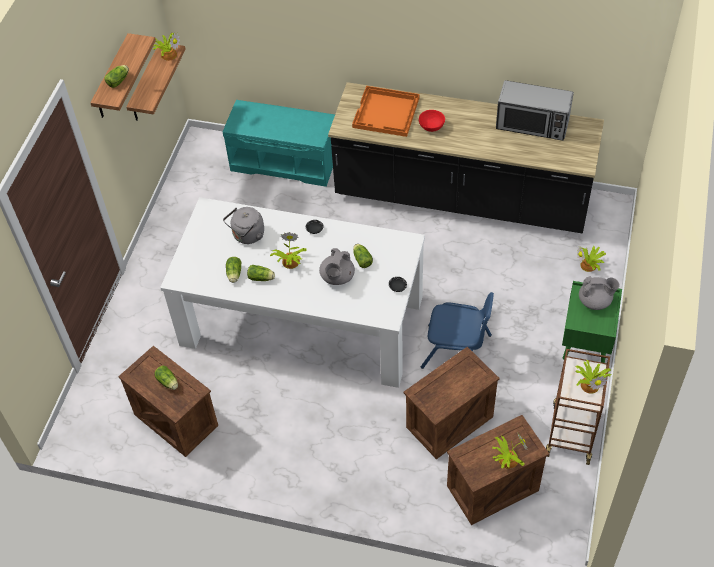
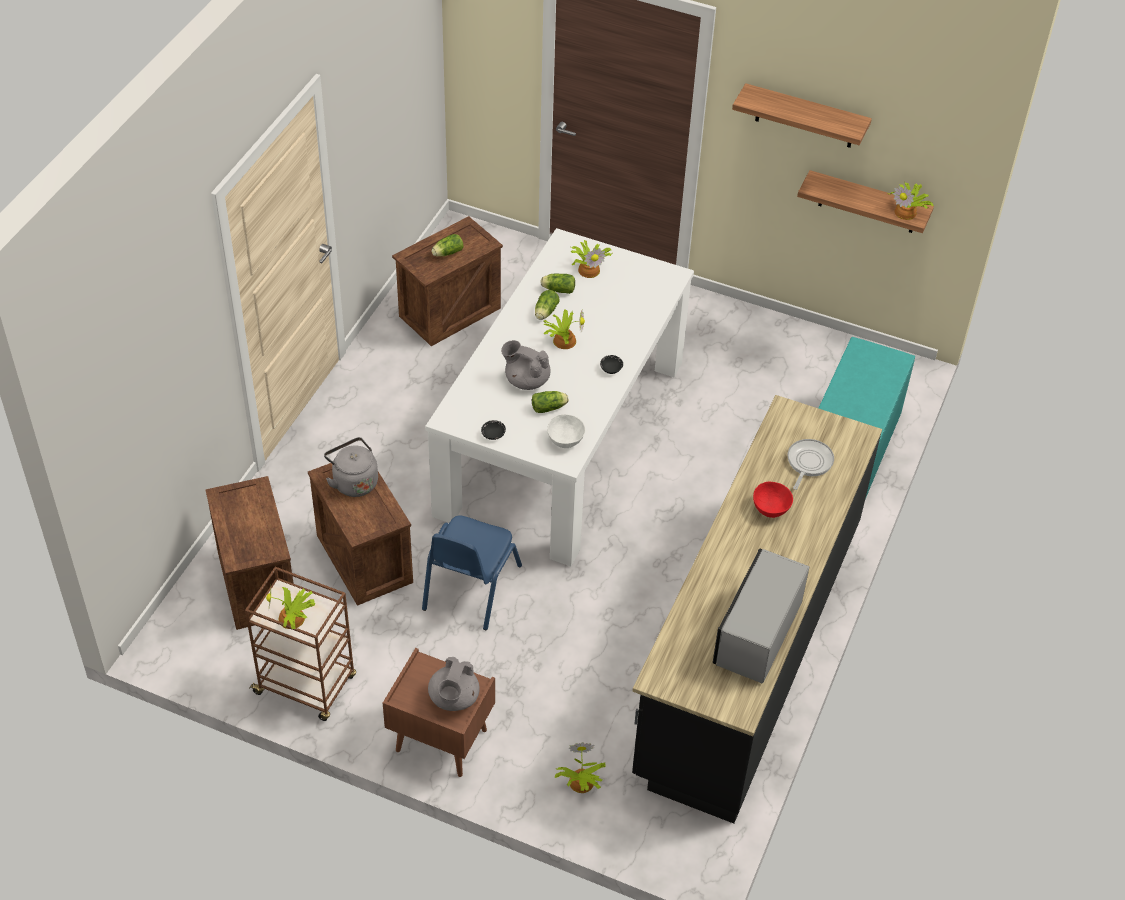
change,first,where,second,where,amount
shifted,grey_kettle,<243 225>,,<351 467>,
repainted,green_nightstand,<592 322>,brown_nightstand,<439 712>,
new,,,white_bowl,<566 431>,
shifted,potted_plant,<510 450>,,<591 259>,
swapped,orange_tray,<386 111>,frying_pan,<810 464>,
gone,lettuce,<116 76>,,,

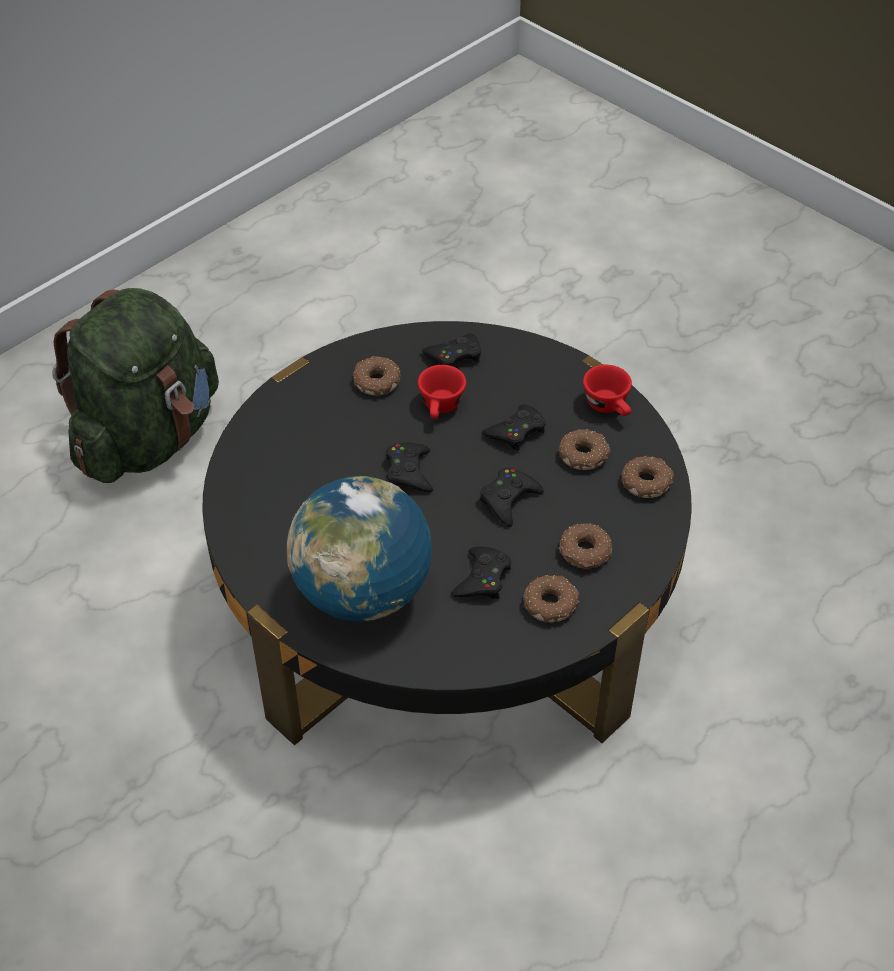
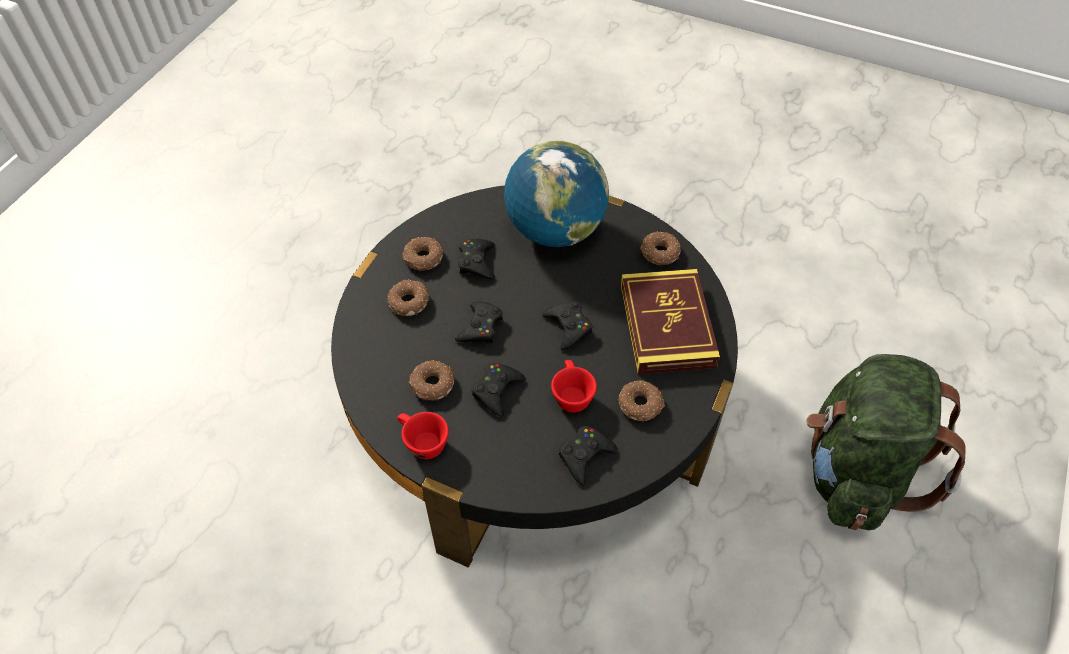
change,first,where,second,where,amount
new,,,book,<670 321>,
shifted,donut,<648 477>,,<660 248>,

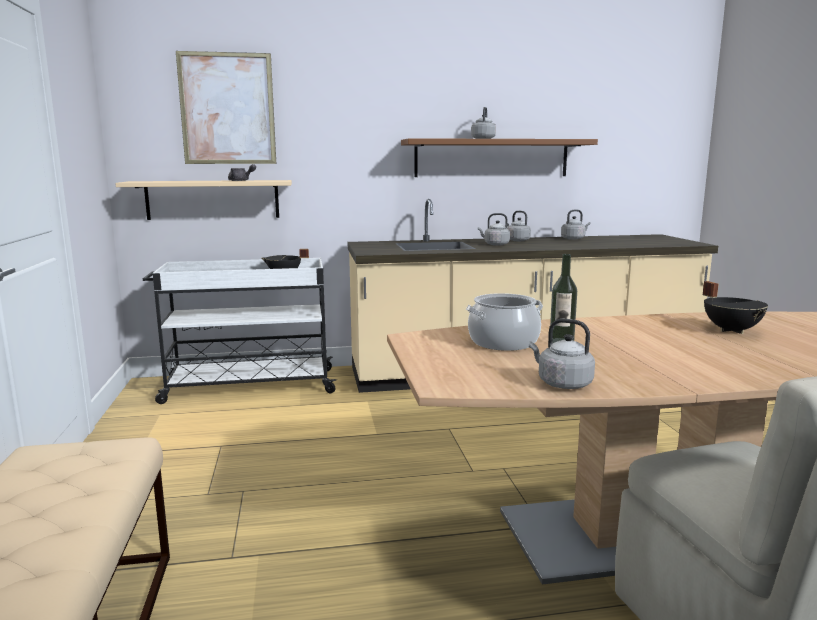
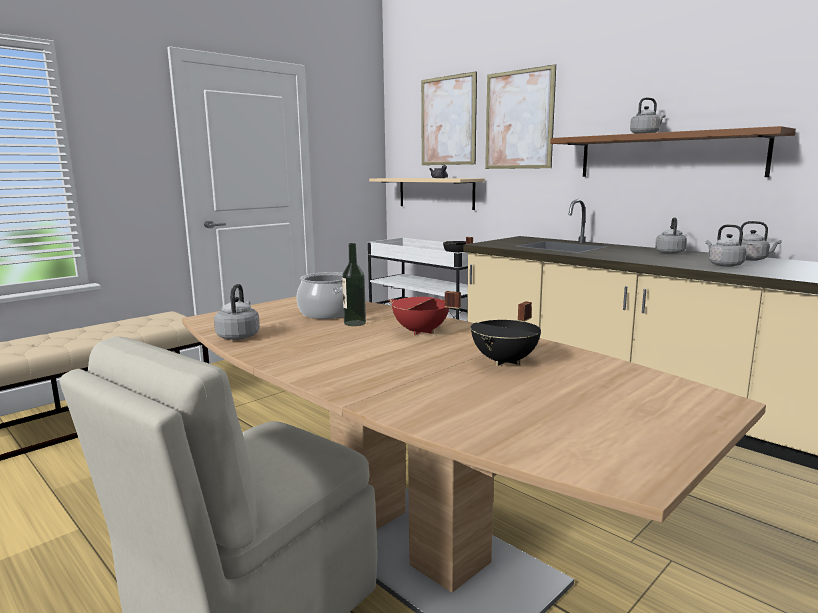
change,first,where,second,where,amount
new,,,red_cooking_pot,<425 313>,
new,,,picture,<520 116>,
shifted,grey_kettle,<494 229>,,<726 246>,

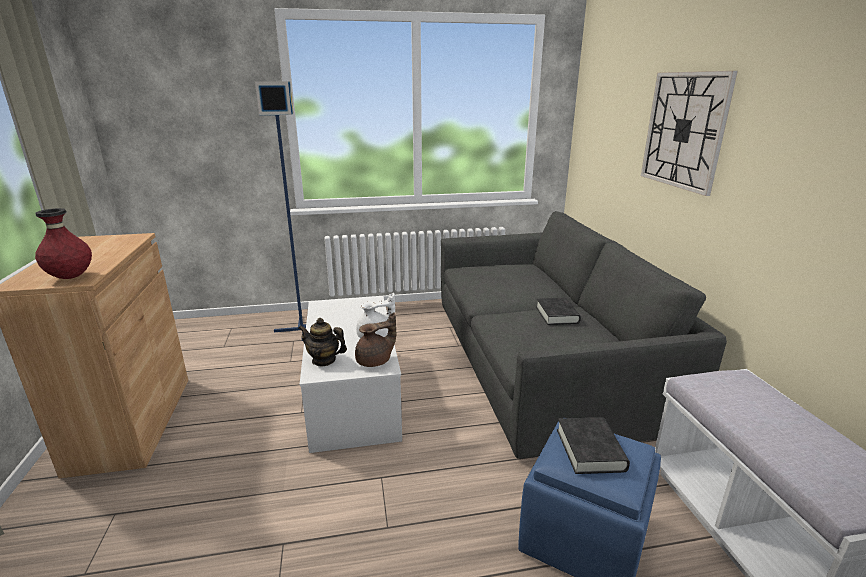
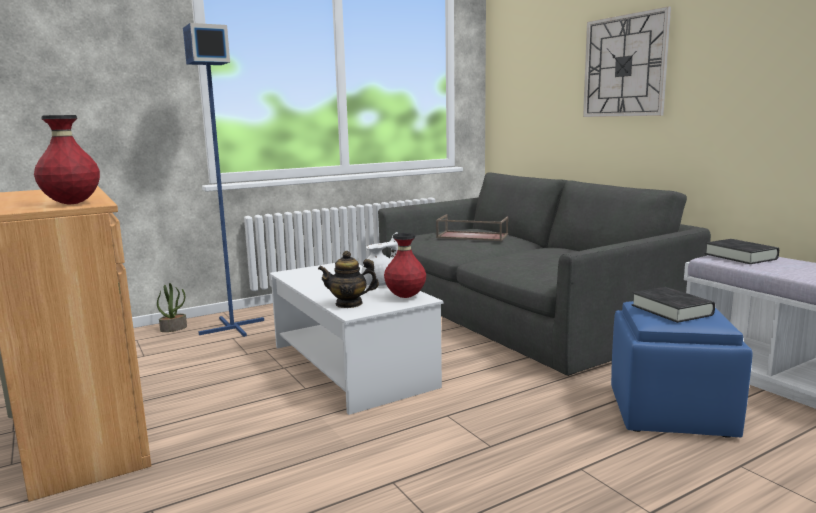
change,first,where,second,where,amount
new,,,potted_plant,<172 307>,
swapped,brown_teapot,<375 339>,red_vase,<405 265>,
new,,,brown_tray,<472 228>,
shifted,black_book,<558 311>,,<742 251>,

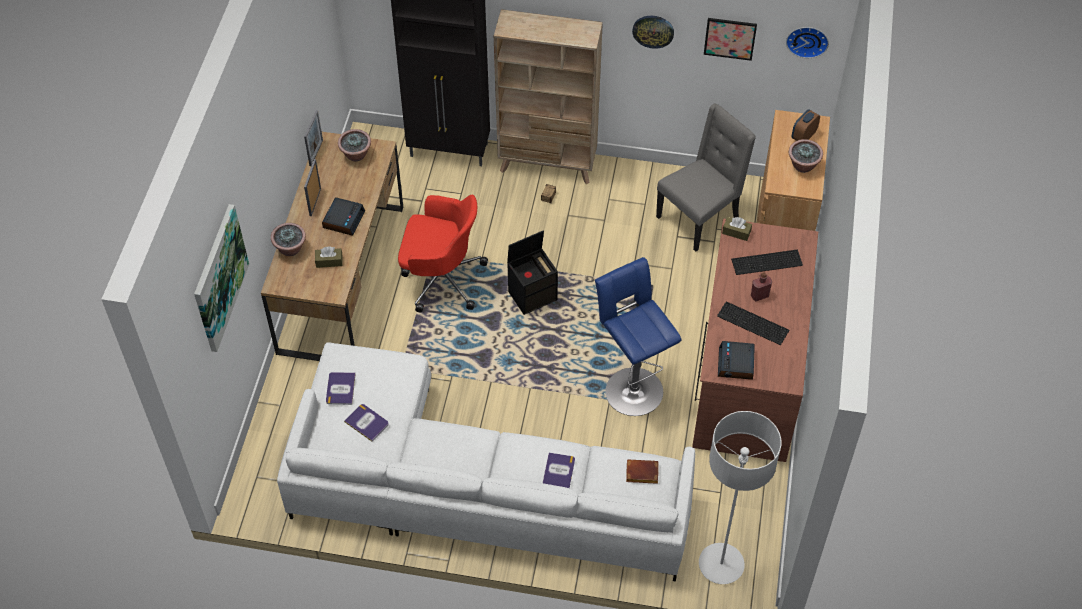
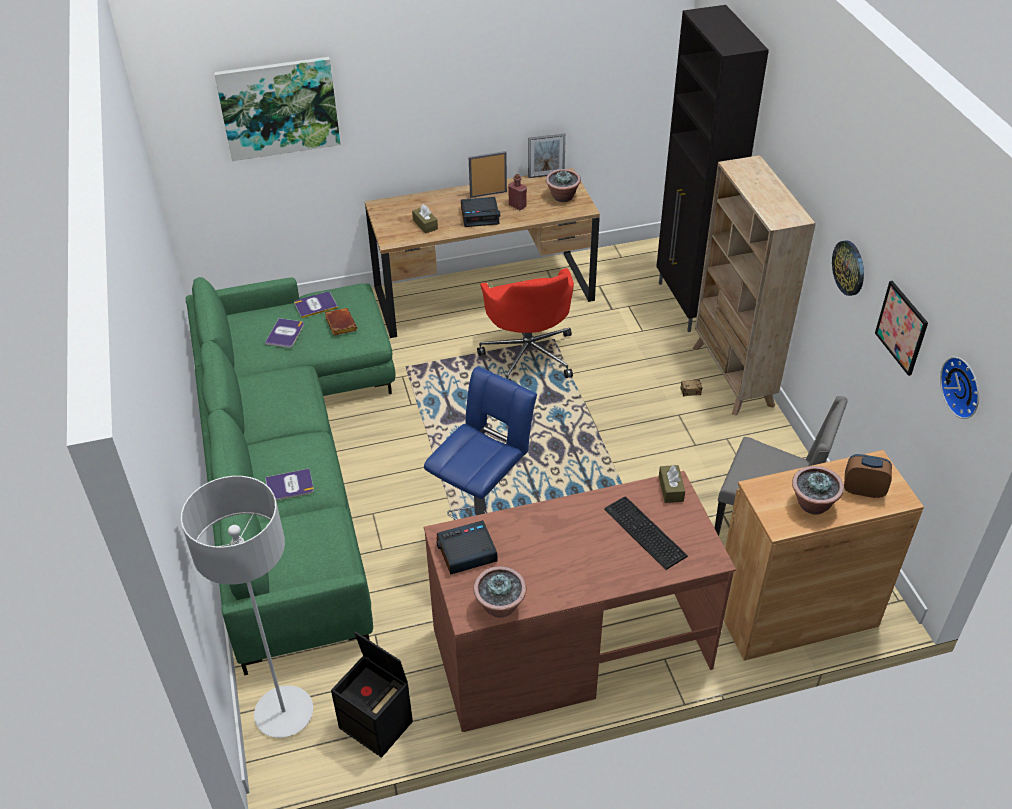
change,first,where,second,where,amount
repainted,white_sofa,<486 462>,green_sofa,<290 476>,
shifted,brown_book,<642 471>,,<341 321>,
shifted,black_storage_box,<532 272>,,<372 694>,
shifted,potted_plant,<288 239>,,<500 592>,
shifted,red_bottle,<761 286>,,<517 192>,
gone,keyboard,<753 323>,,,

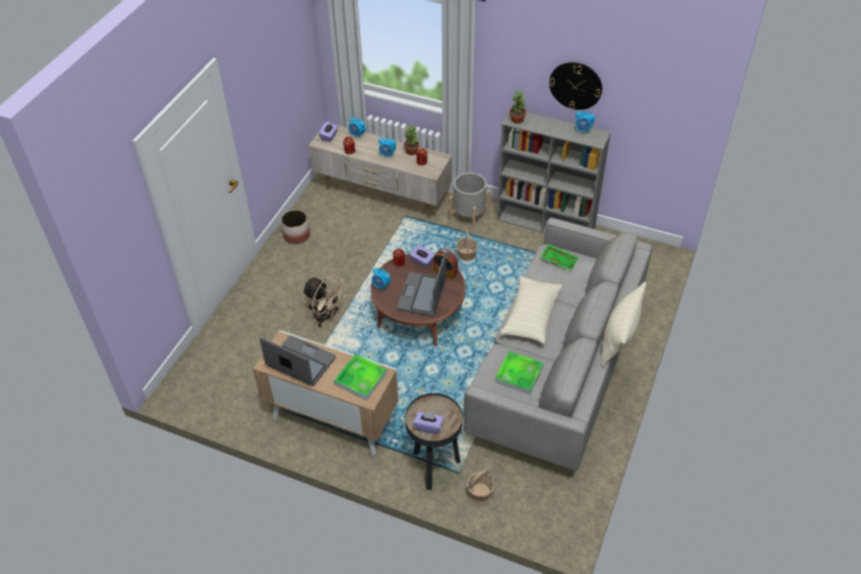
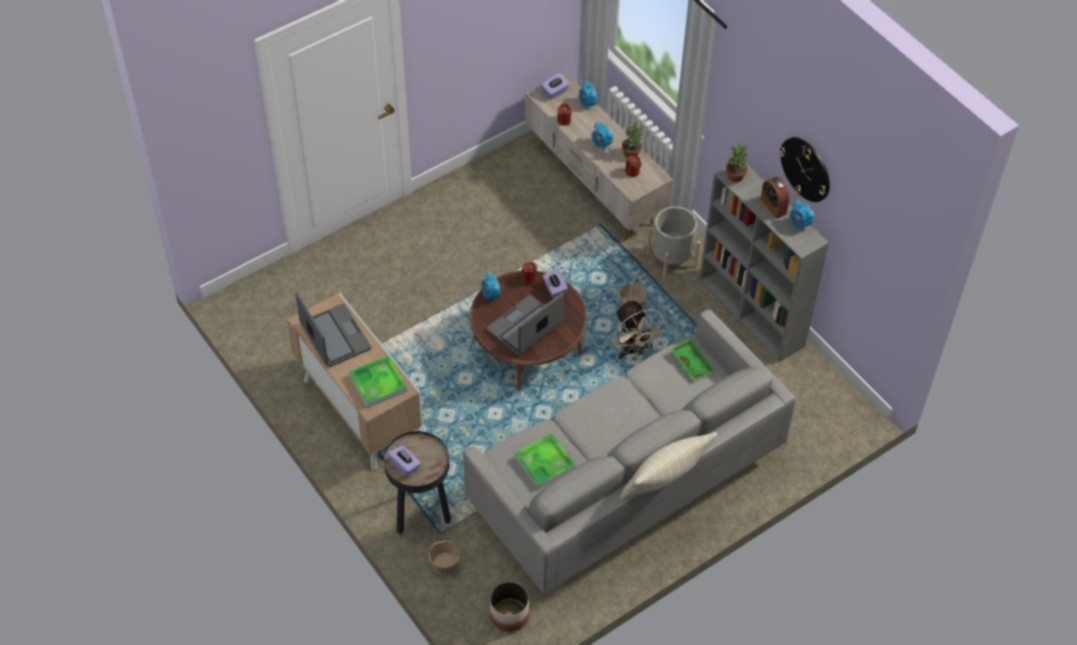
change,first,where,second,where,amount
shifted,planter,<295 227>,,<509 606>,
shifted,beige_fan,<324 301>,,<641 329>,
shifted,alarm_clock,<445 264>,,<775 197>,
gone,beige_pillow,<531 310>,,,

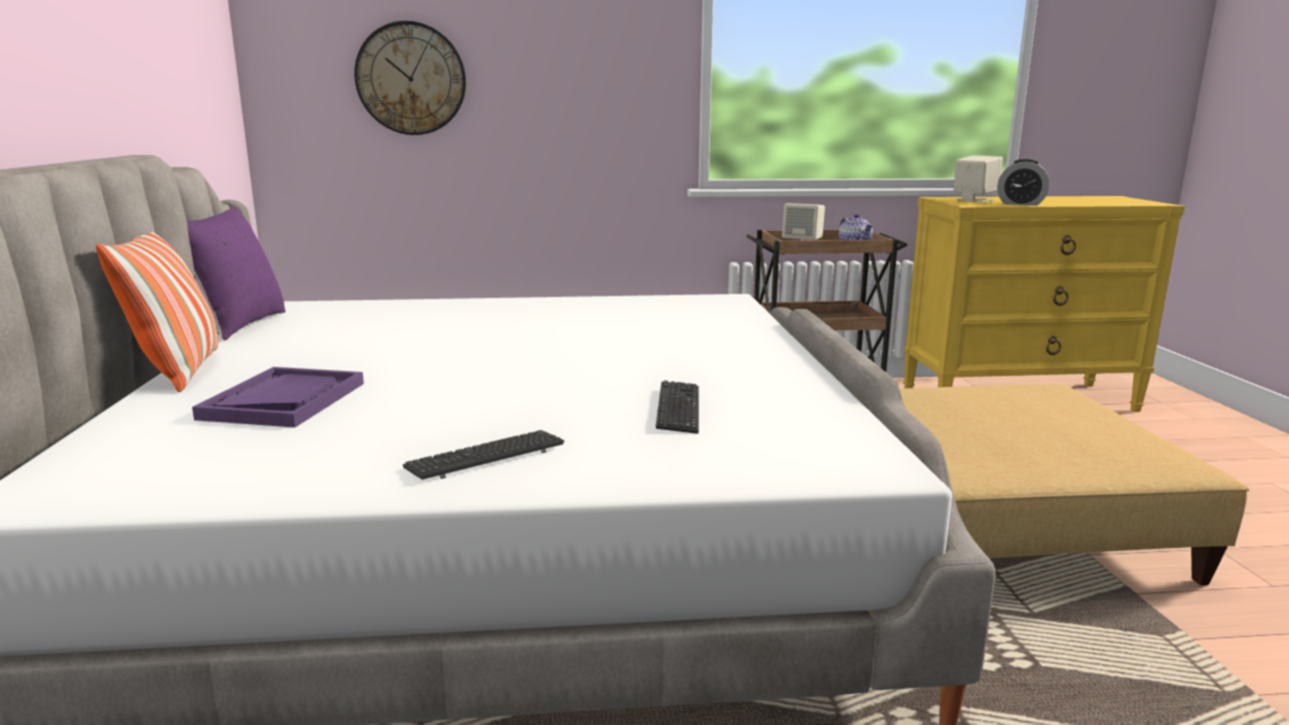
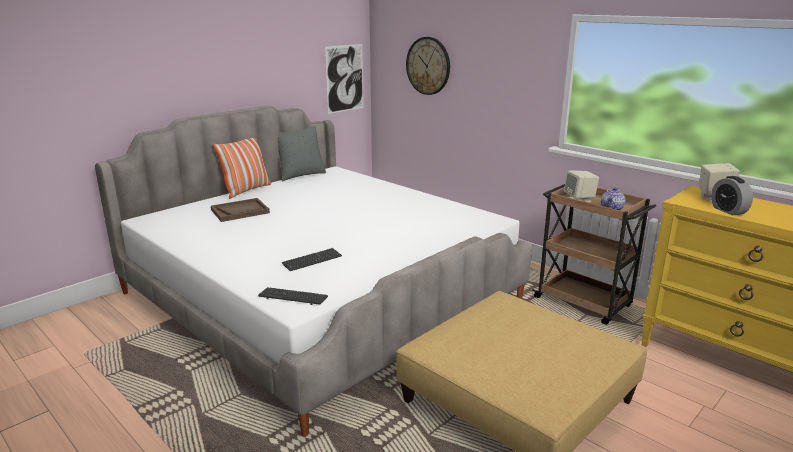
change,first,where,second,where,amount
repainted,purple_tray,<278 397>,brown_tray,<240 210>,
shifted,keyboard,<483 455>,,<293 296>,
repainted,purple_pillow,<236 273>,grey_pillow,<302 153>,
new,,,picture,<344 79>,

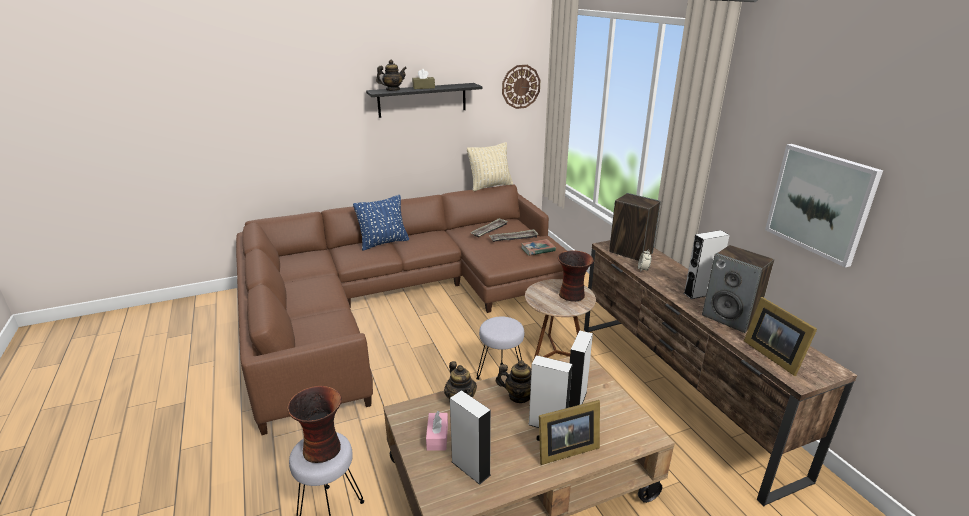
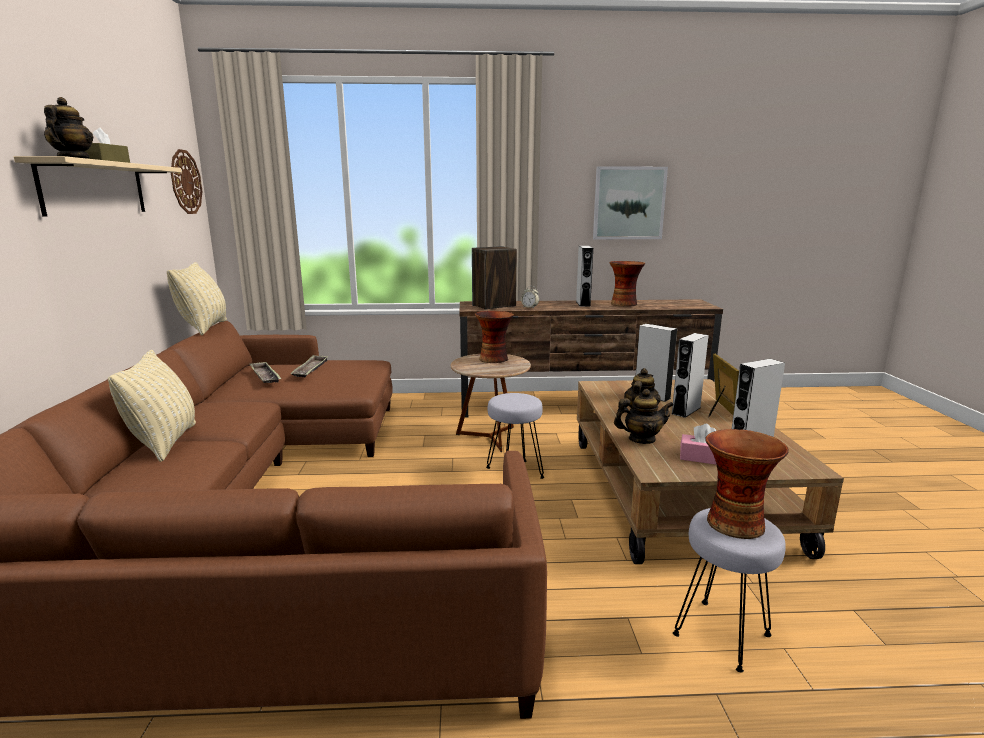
change,first,where,second,where,amount
repainted,black_shelf,<424 100>,beige_shelf,<97 186>,
repainted,blue_pillow,<381 222>,beige_pillow,<152 406>,
swapped,speaker,<738 289>,vase,<627 284>,
gone,book,<538 247>,,,
gone,picture_frame,<780 336>,,,

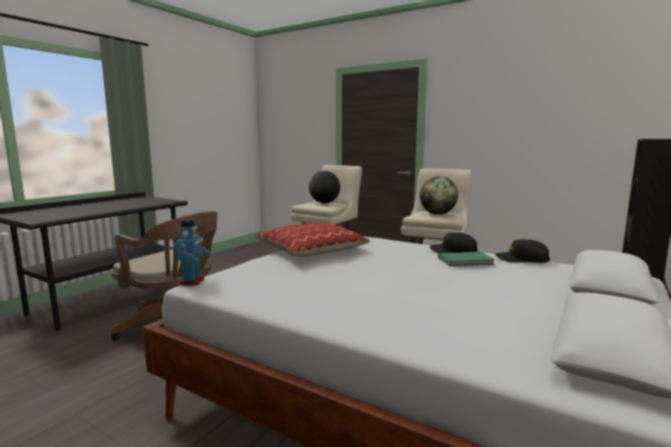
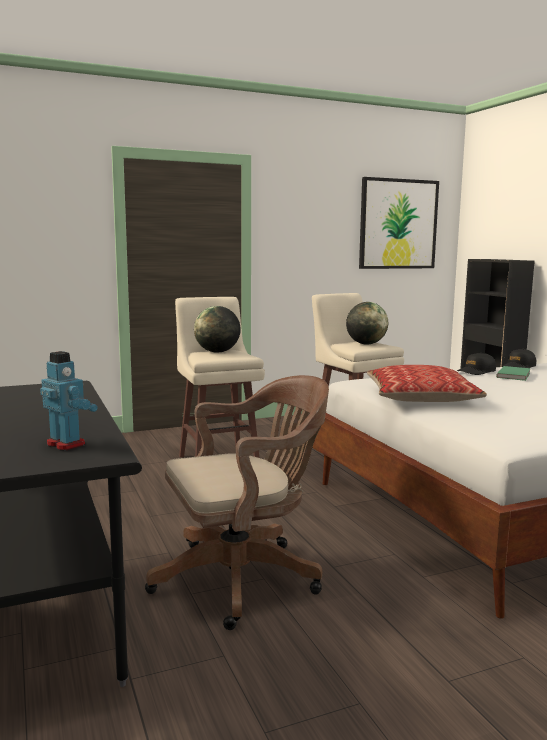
change,first,where,second,where,amount
shifted,toy_robot,<192 252>,,<69 401>,
new,,,picture,<399 223>,

